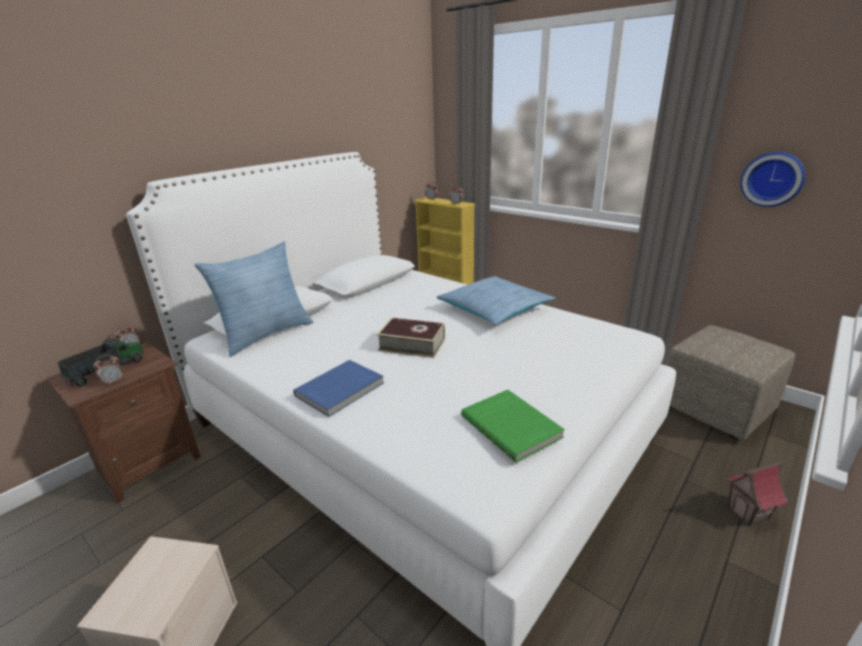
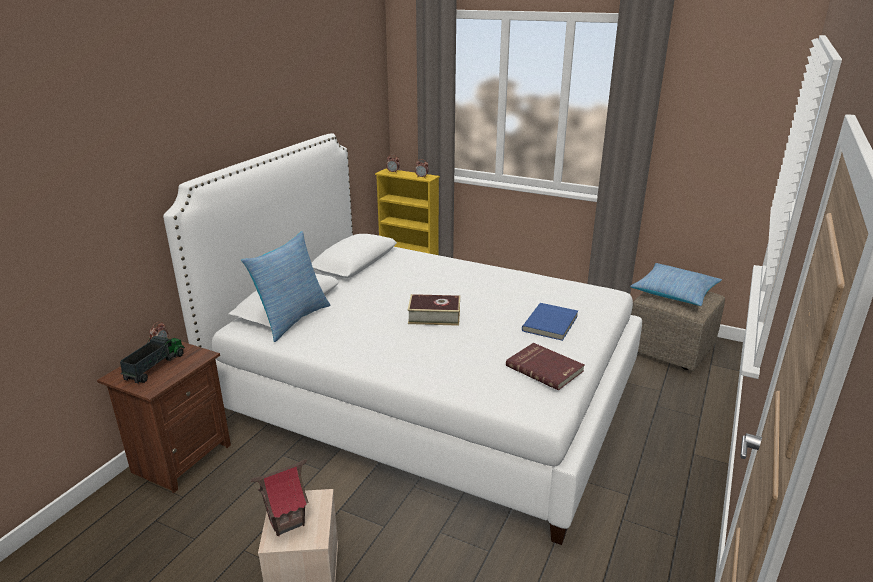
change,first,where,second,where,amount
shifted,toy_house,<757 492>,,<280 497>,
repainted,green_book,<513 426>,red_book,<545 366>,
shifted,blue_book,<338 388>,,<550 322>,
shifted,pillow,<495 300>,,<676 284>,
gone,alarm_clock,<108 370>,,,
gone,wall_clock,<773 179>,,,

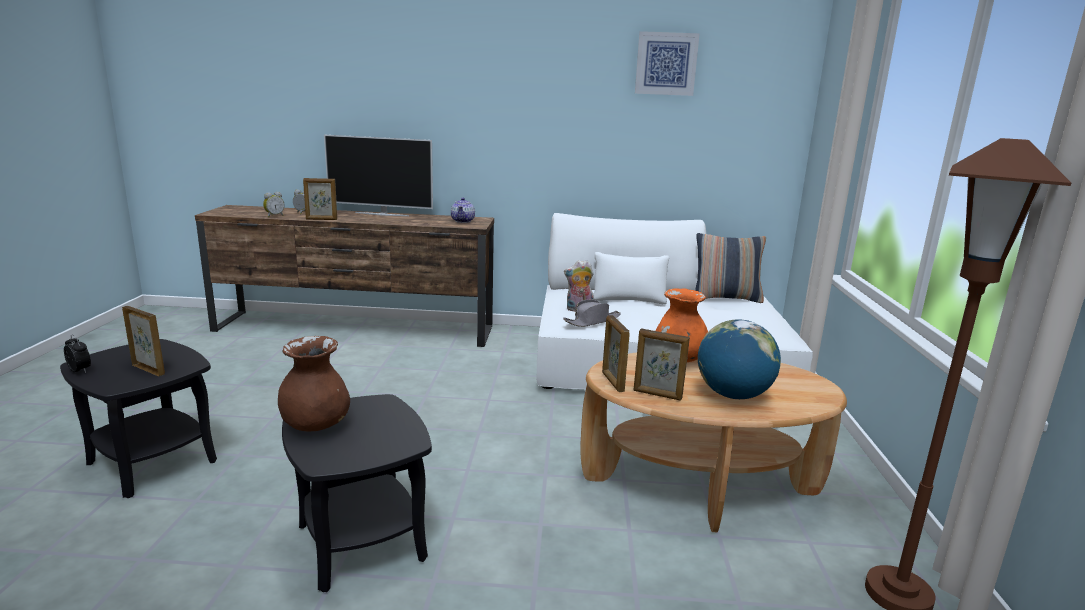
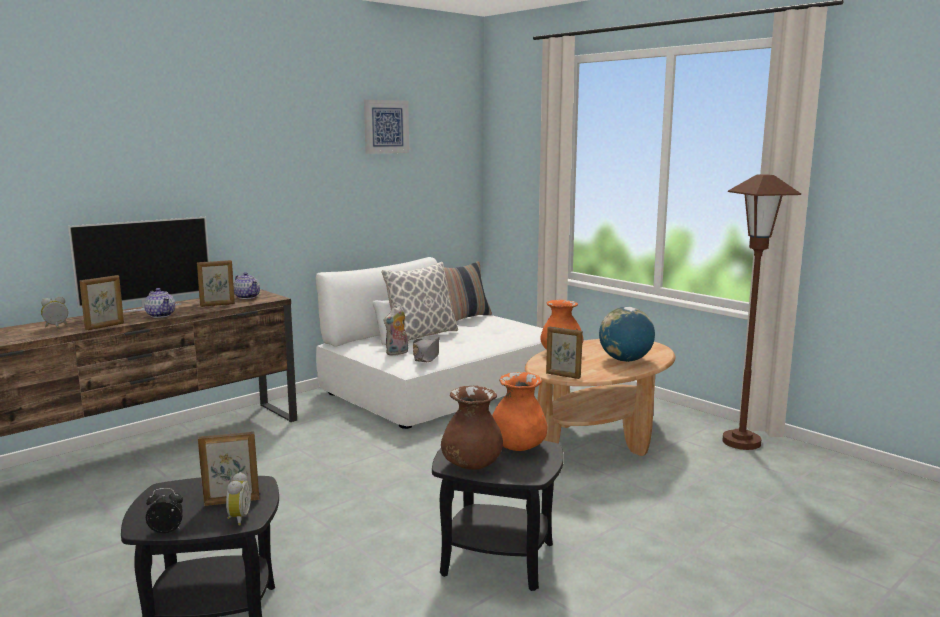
change,first,where,second,where,amount
new,,,teapot,<159 303>,
shifted,picture_frame,<661 365>,,<216 283>,
shifted,alarm_clock,<274 204>,,<238 498>,
new,,,pillow,<419 301>,
new,,,orange_vase,<519 411>,

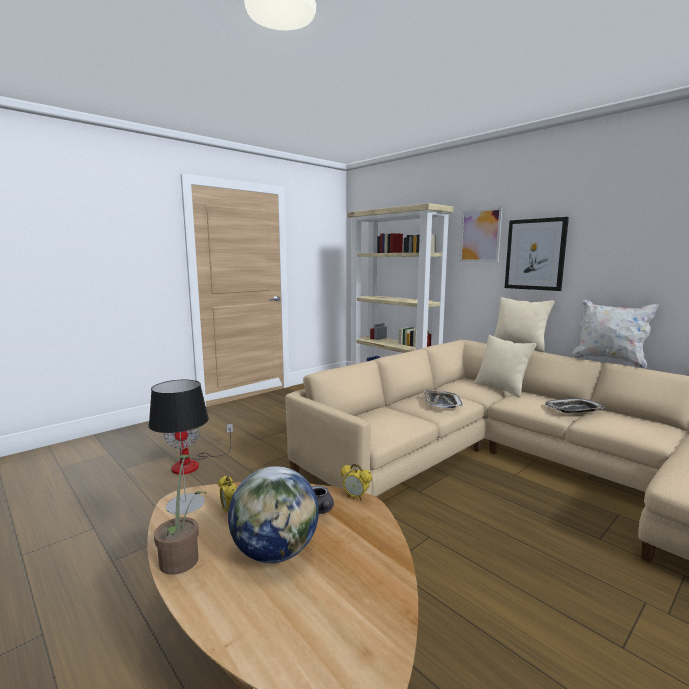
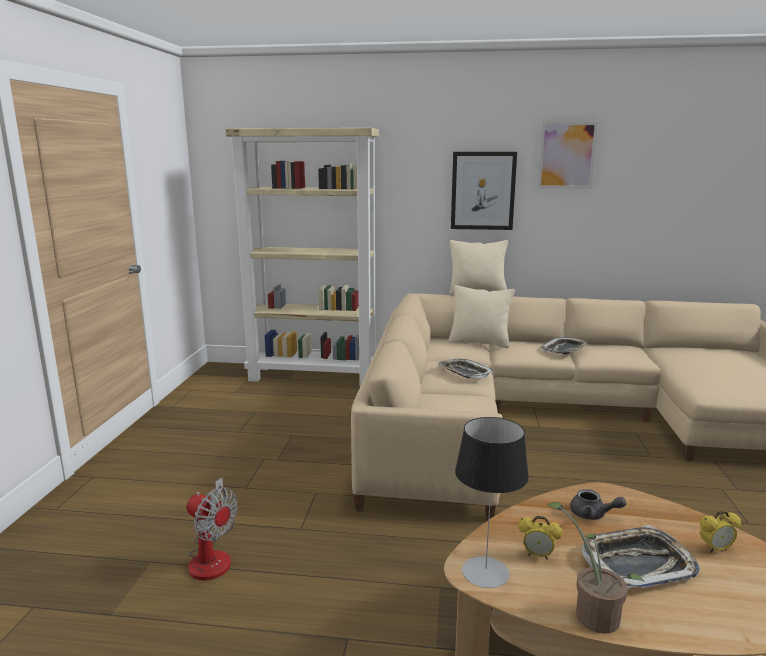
change,first,where,second,where,amount
shifted,picture,<480 234>,,<567 155>,
swapped,globe,<273 514>,tray,<641 557>,
shifted,alarm_clock,<356 482>,,<720 531>,
gone,white_pillow,<615 334>,,,

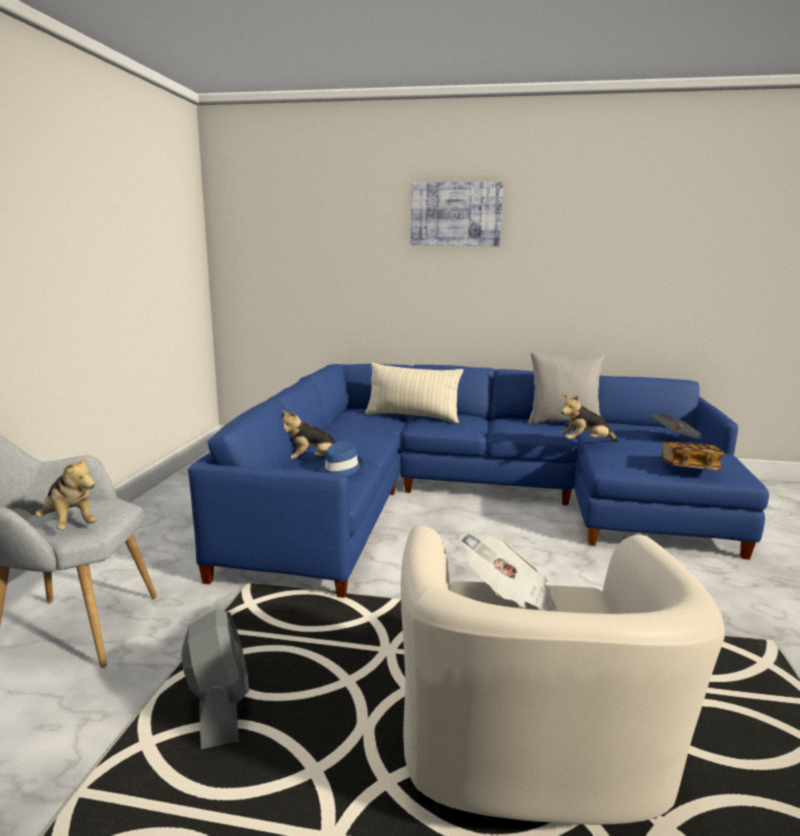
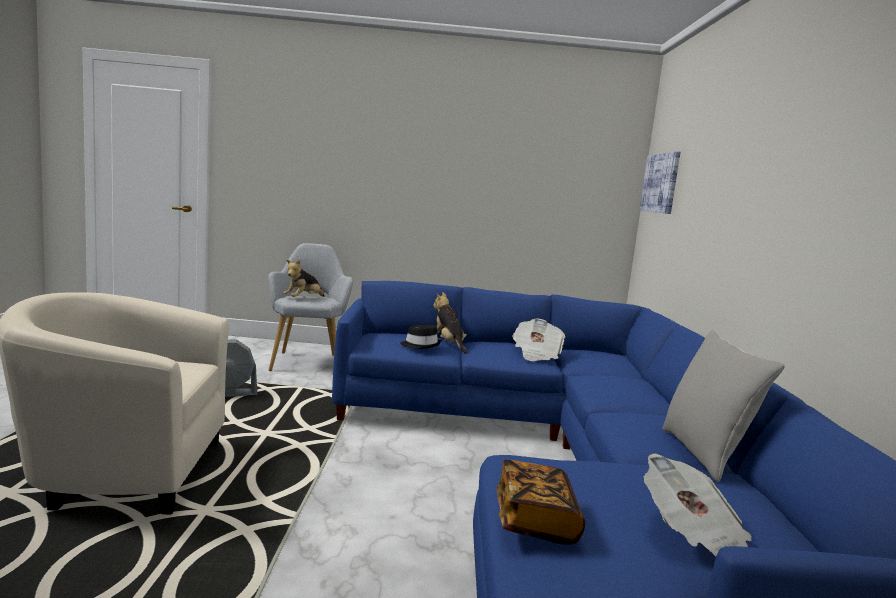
change,first,where,second,where,amount
repainted,blue_hat,<341 459>,black_hat,<421 337>,
shifted,newspaper,<508 572>,,<539 339>,
shifted,picture,<457 214>,,<660 182>,
gone,beige_pillow,<414 393>,,,
gone,plush_toy,<590 417>,,,

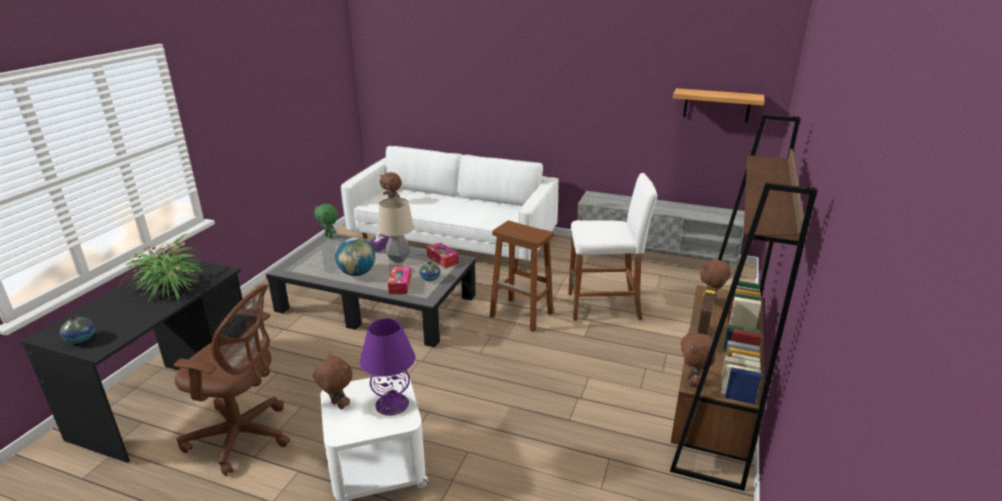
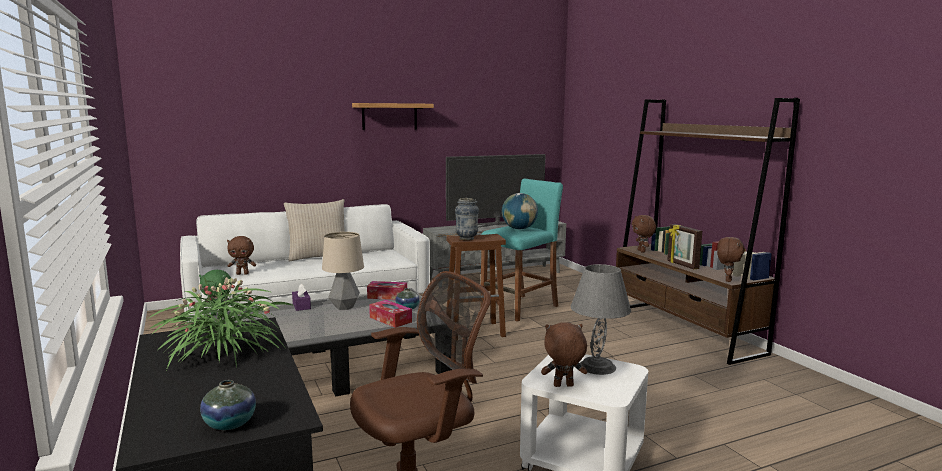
change,first,where,second,where,amount
new,,,beige_pillow,<314 230>,
shifted,shelf,<718 105>,,<393 116>,
new,,,television,<496 191>,
new,,,vase,<467 219>,
repainted,white_stool,<612 247>,turquoise_stool,<522 250>,
shifted,globe,<355 256>,,<520 211>,
repainted,purple_table_lamp,<387 367>,grey_table_lamp,<600 319>,
rotated,brown_plush_toy,<698 358>,,<731 259>,120 degrees counterclockwise

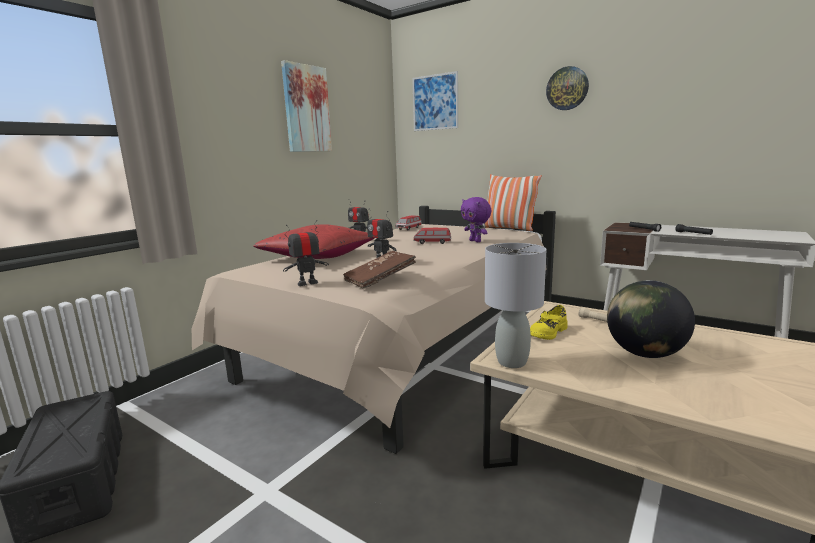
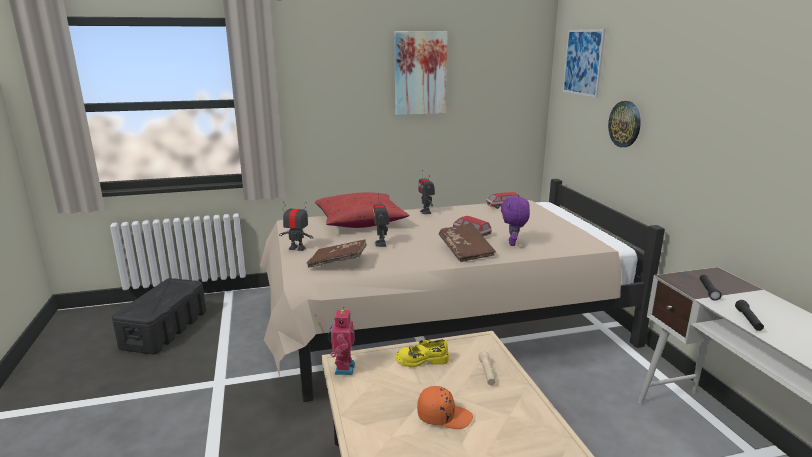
change,first,where,second,where,amount
swapped,grey_table_lamp,<516 305>,toy_robot,<341 341>,
swapped,globe,<651 319>,orange_cap,<445 407>,
new,,,brown_book,<467 242>,
shifted,wall_clock,<567 88>,,<624 124>,
gone,pillow,<512 202>,,,

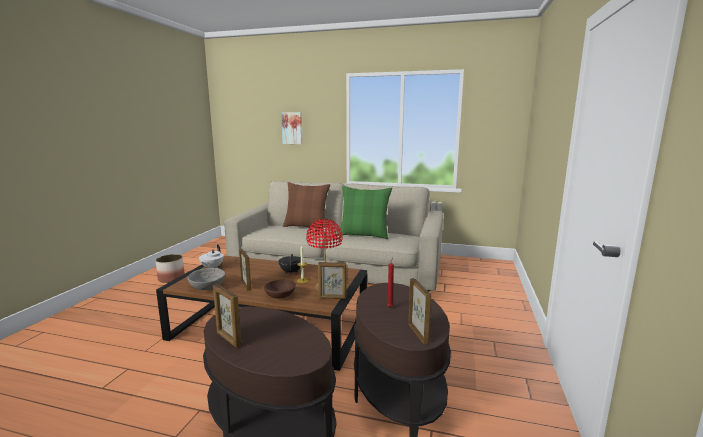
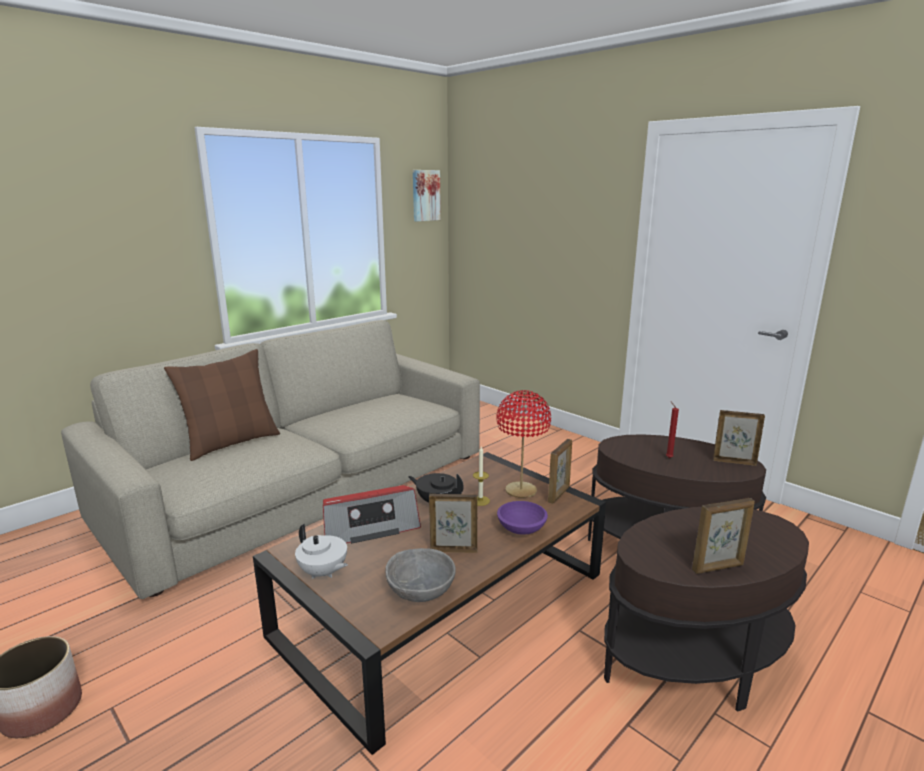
change,first,where,second,where,amount
new,,,radio,<372 514>,
shifted,picture,<291 128>,,<427 195>,
repainted,brown_bowl,<280 289>,purple_bowl,<522 518>,
gone,green_pillow,<365 212>,,,

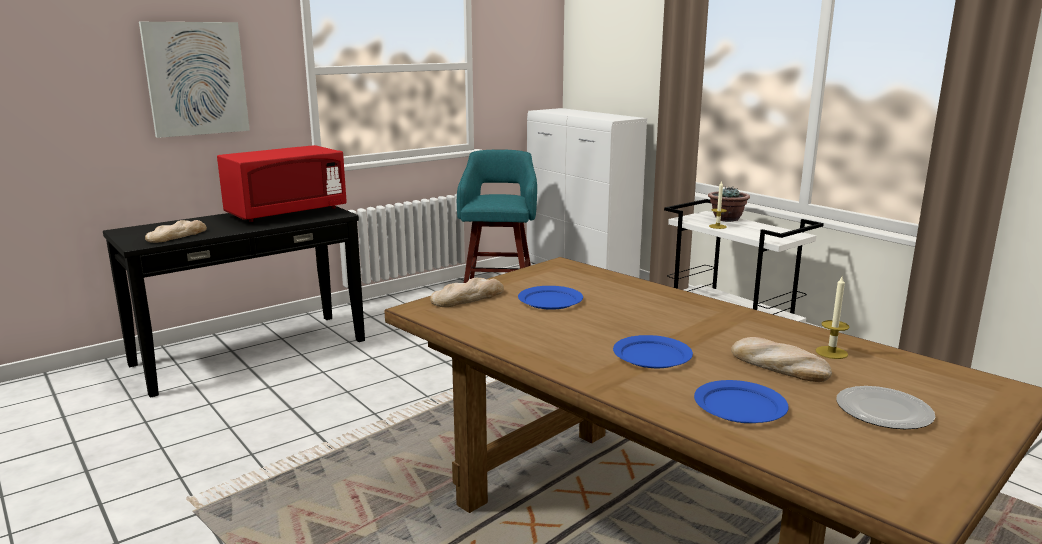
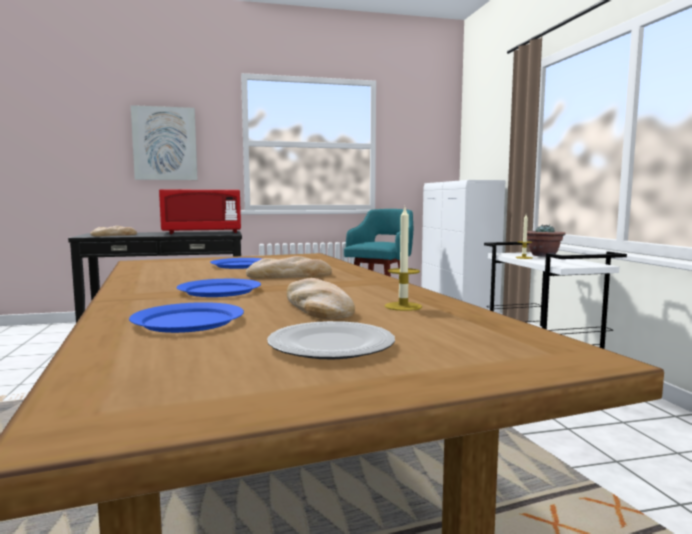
change,first,where,second,where,amount
shifted,bread,<467 292>,,<289 267>,

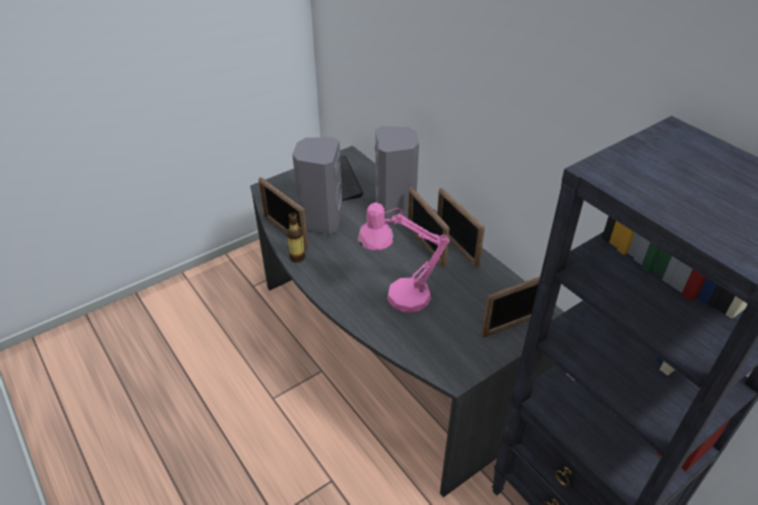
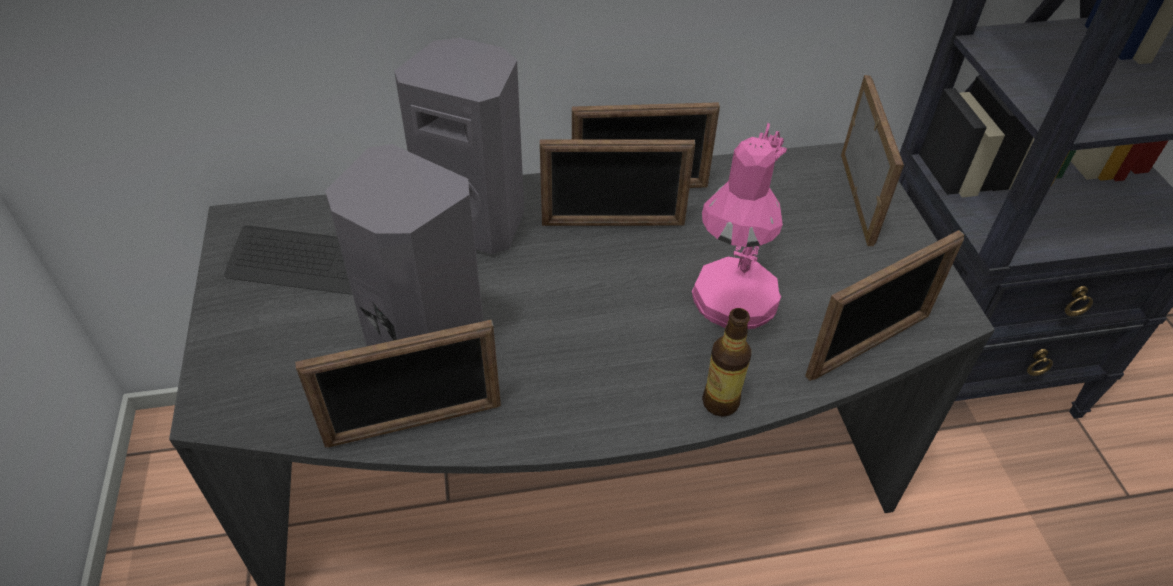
change,first,where,second,where,amount
shifted,bottle,<296 237>,,<726 362>,
new,,,picture_frame,<885 305>,

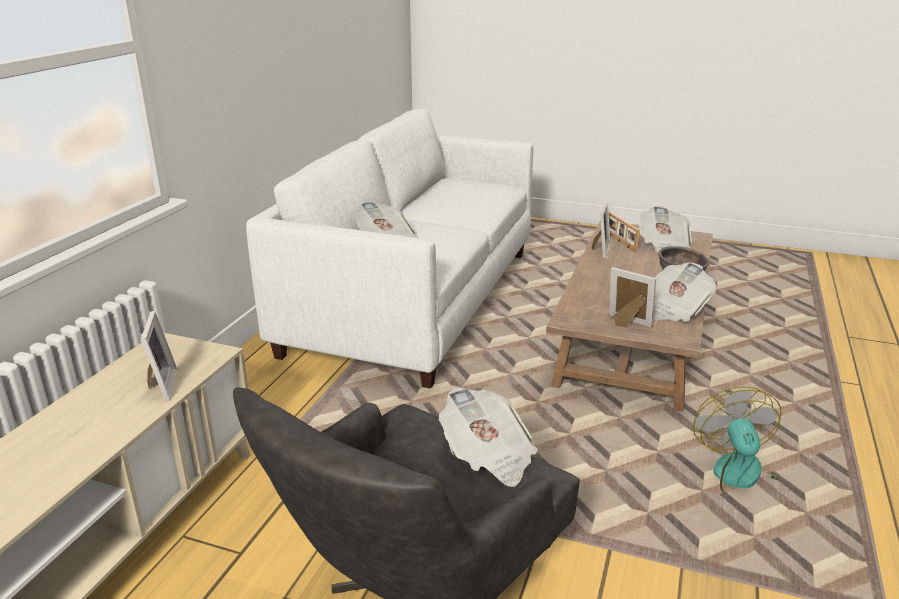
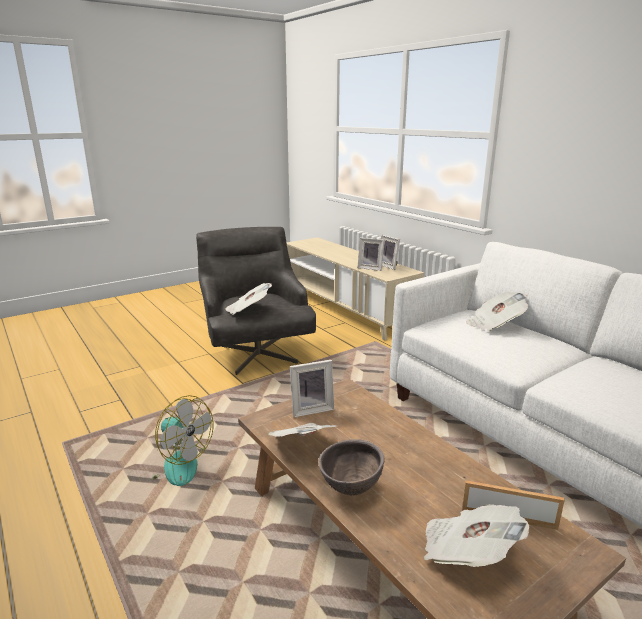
change,first,where,second,where,amount
shifted,picture_frame,<601 230>,,<390 252>,

